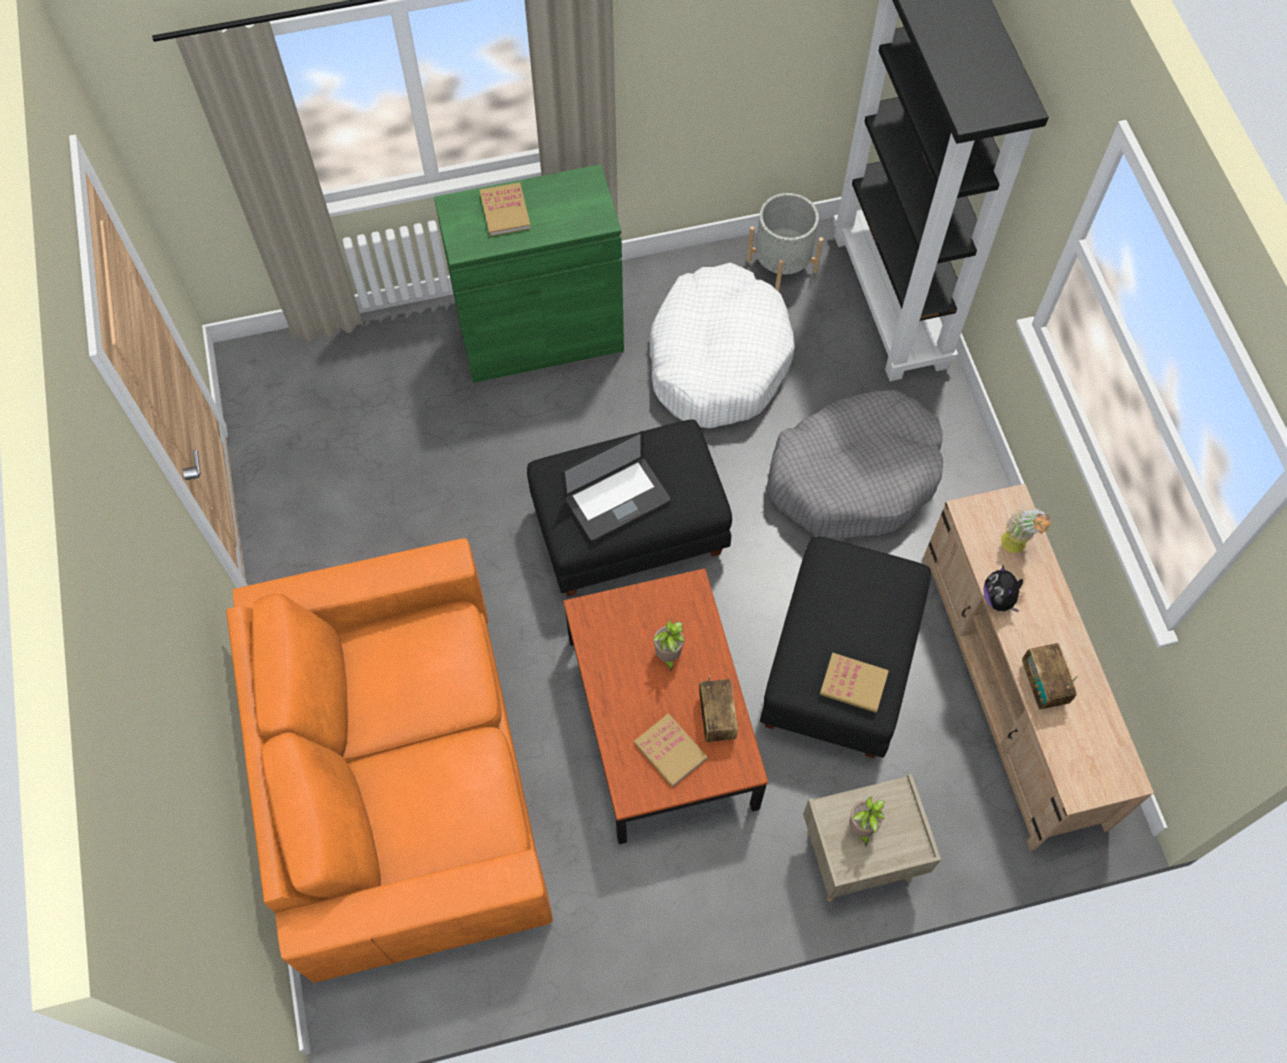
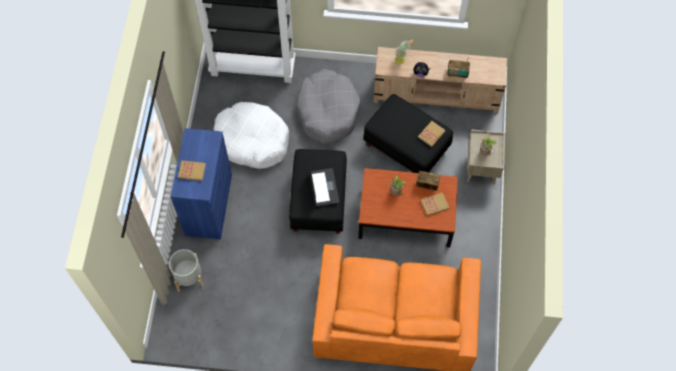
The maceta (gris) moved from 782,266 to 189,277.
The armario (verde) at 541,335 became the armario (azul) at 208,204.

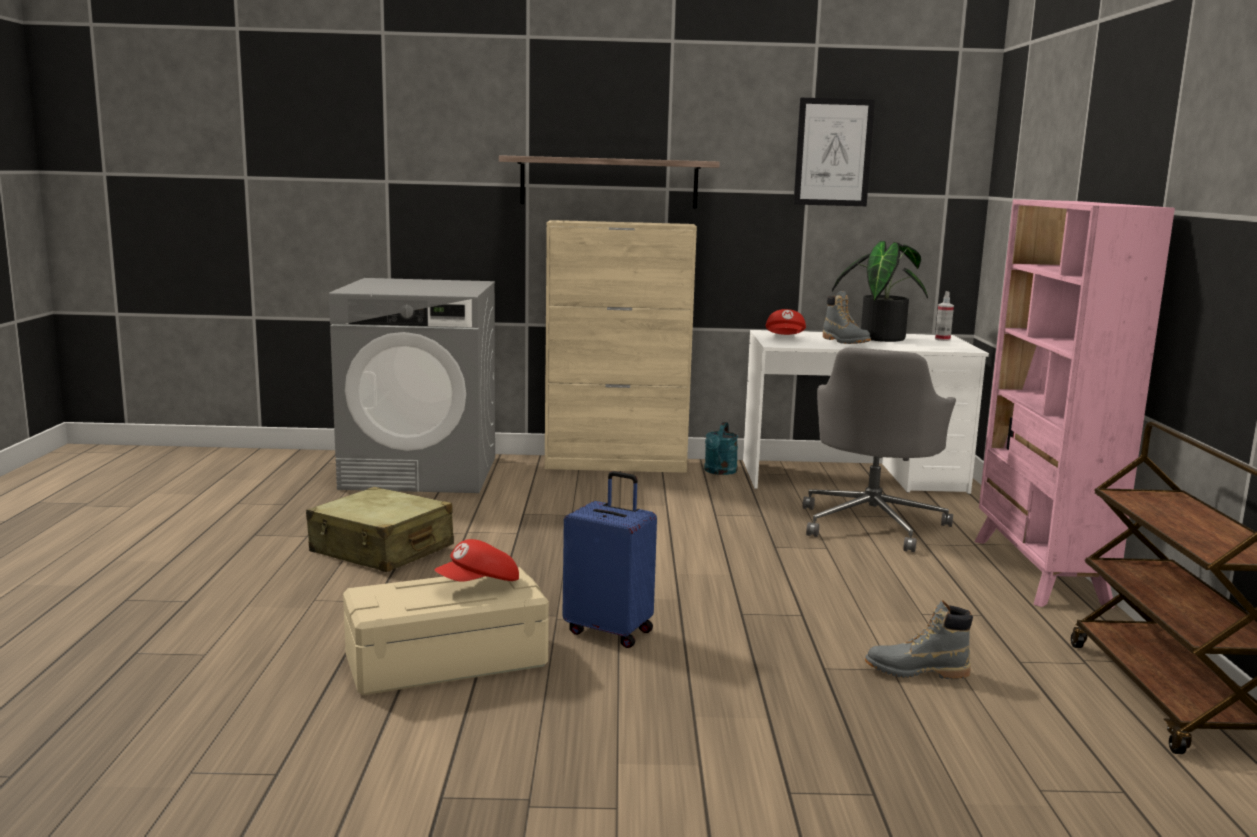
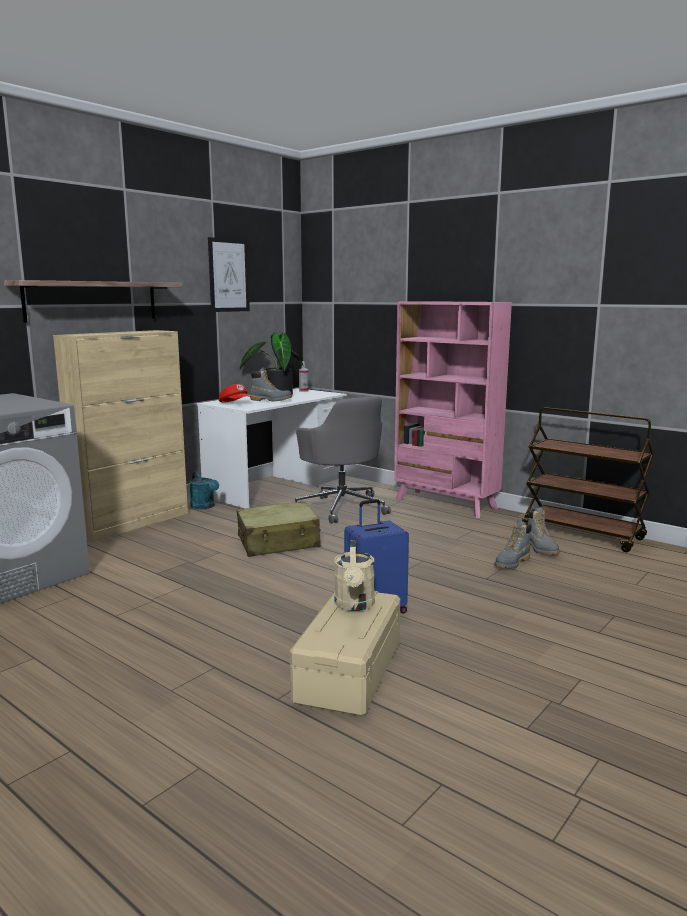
The maleta (beis) moved from 381,550 to 278,542.
The gorra (rojo) at 479,584 was replaced by the regadera (beis) at 354,605.
The bota (gris) at 541,549 appeared.

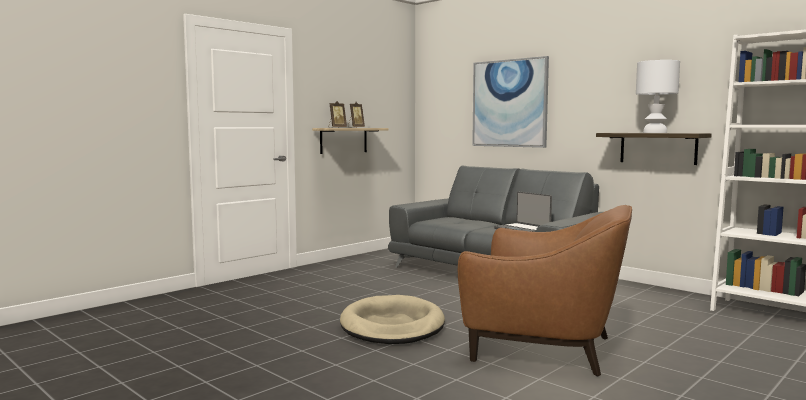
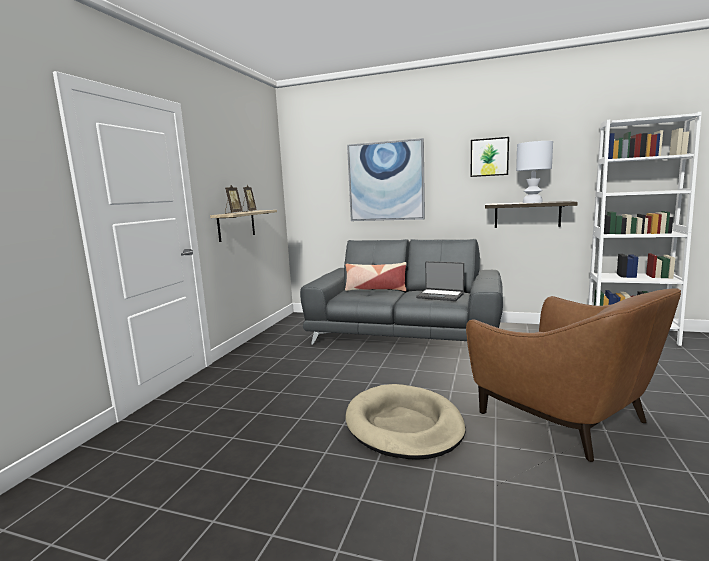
The cojín at 375,289 appeared.
The sillón (marrón) at 544,348 turned 60 degrees clockwise.
The cuadro at 489,157 appeared.

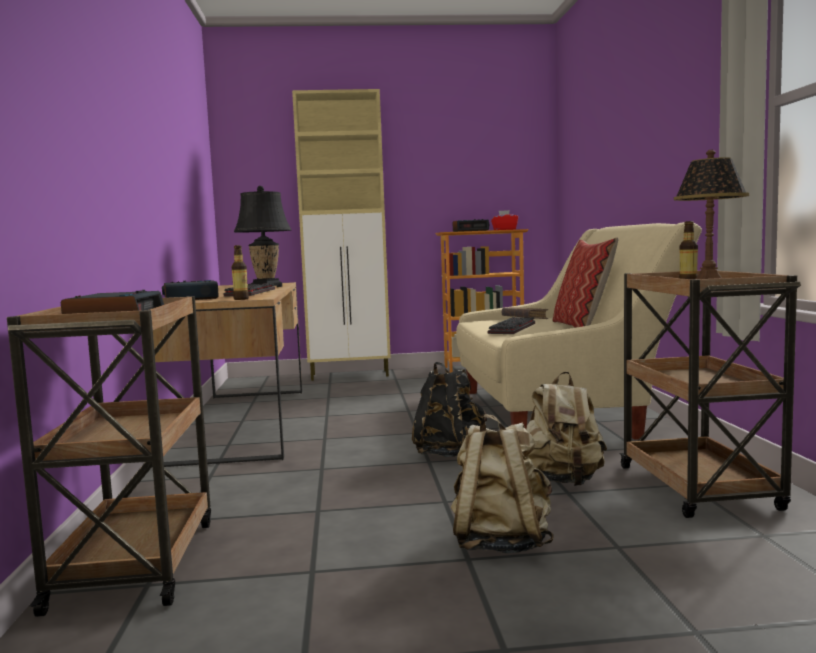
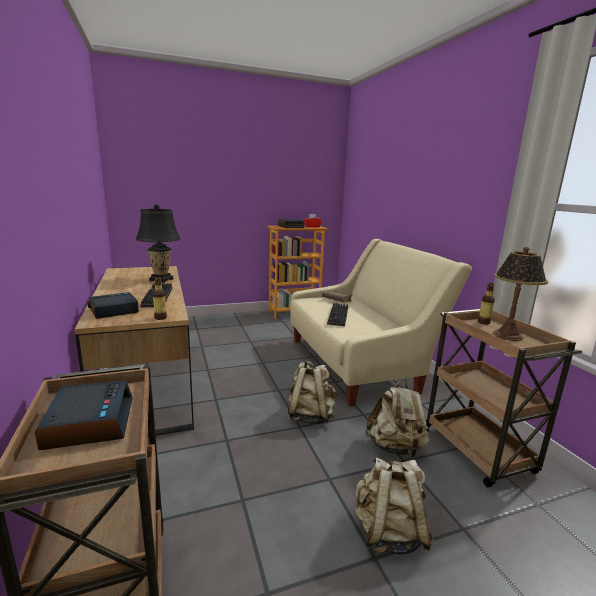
The mochila (negro) at 450,454 became the mochila (beis) at 310,416.
The armario (beis) at 351,375 disappeared.
The cojín at 582,326 disappeared.

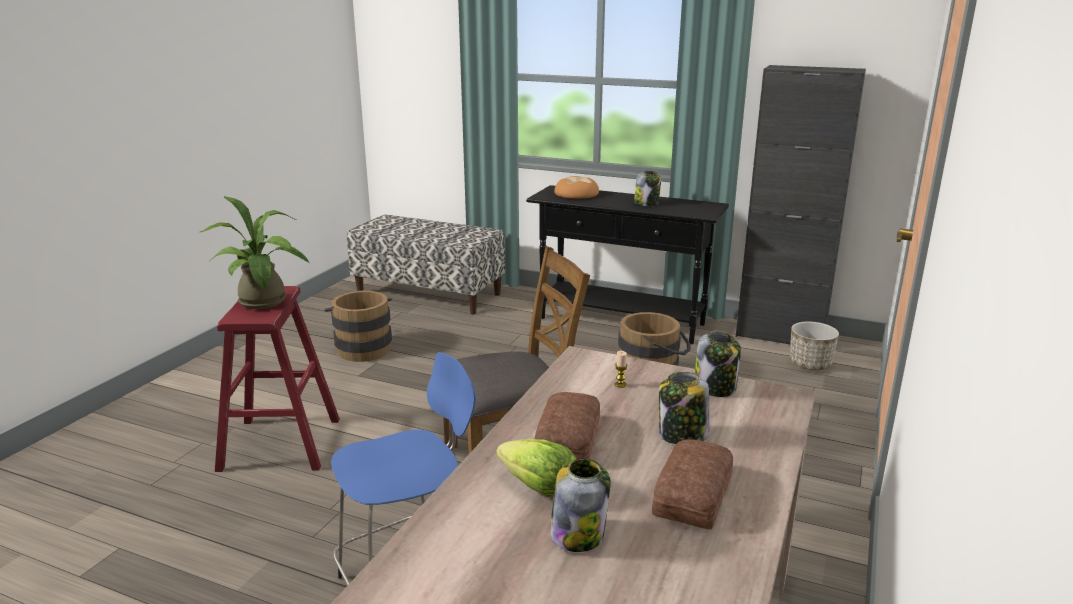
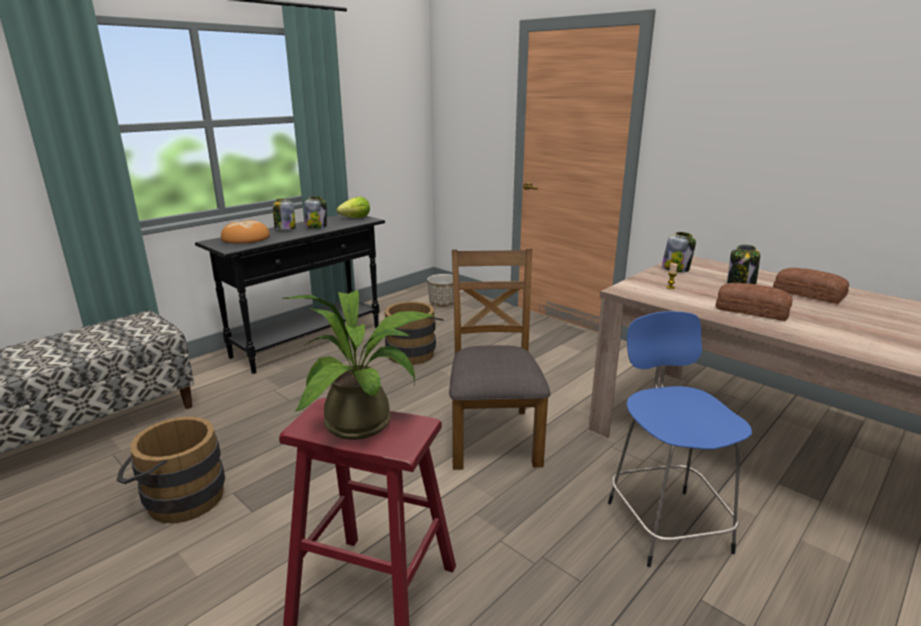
The tarro moved from 578,534 to 285,229.
The lechuga moved from 539,488 to 356,218.
The armario (negro) at 780,336 disappeared.

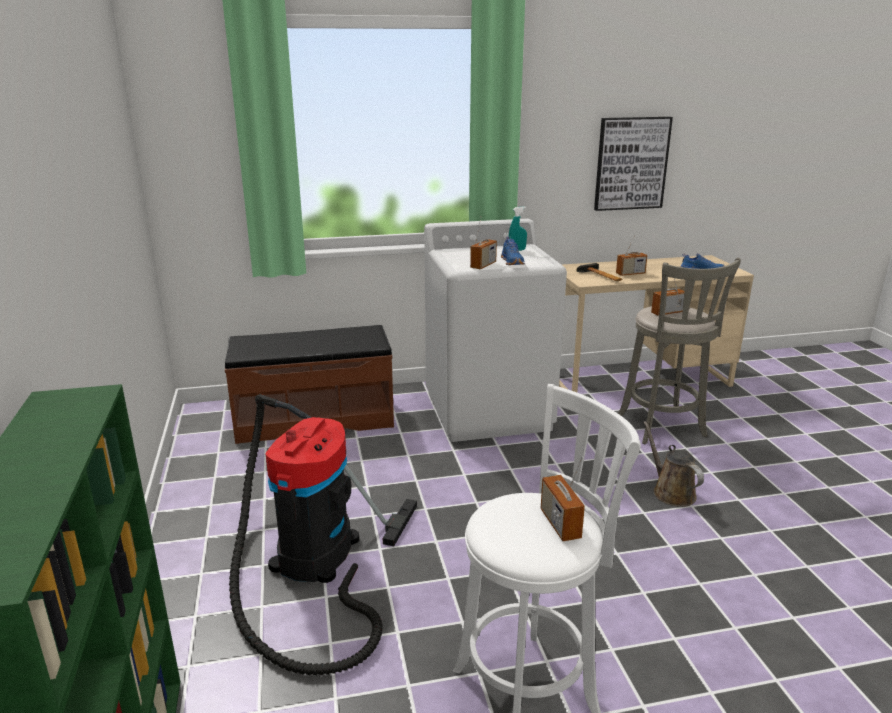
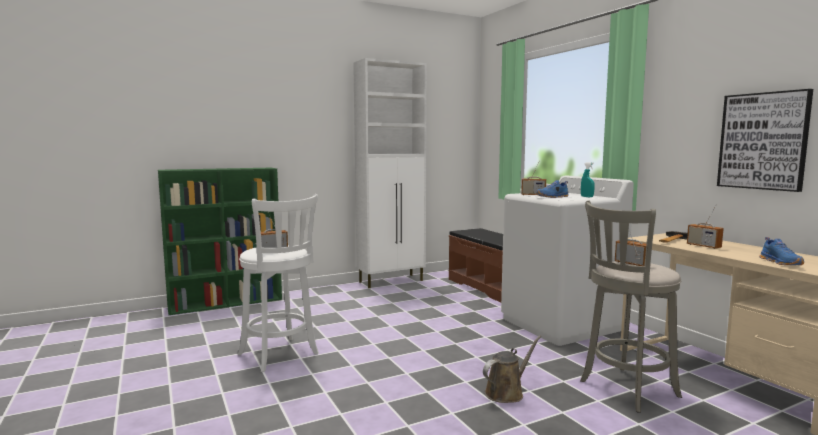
The armario (blanco) at 392,281 appeared.
The aspiradora at 313,561 disappeared.

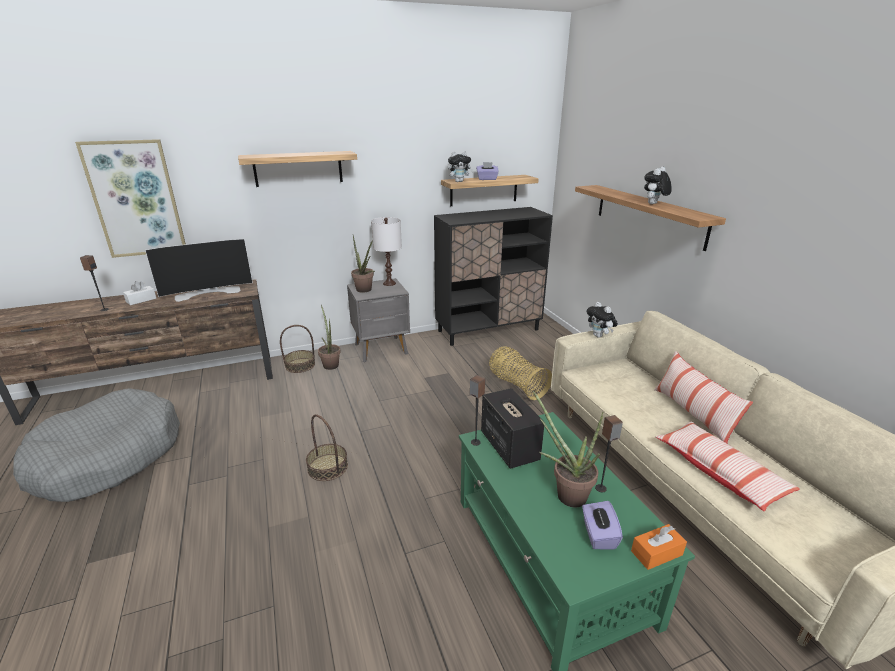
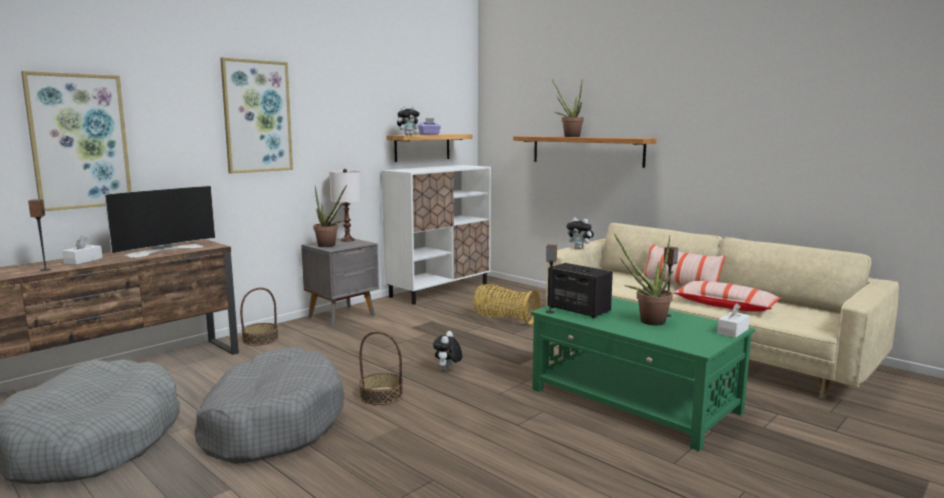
The cama para perro (gris) at 272,422 appeared.
The estante at 298,168 was replaced by the cuadro at 257,116.
The armario (negro) at 488,330 became the armario (blanco) at 440,290.
The peluche moved from 653,204 to 447,370.
The planta en maceta moved from 330,364 to 569,136.
The caja de pañuelos (naranja) at 656,553 became the caja de pañuelos (blanco) at 732,331.
The caja de pañuelos (morado) at 598,535 disappeared.

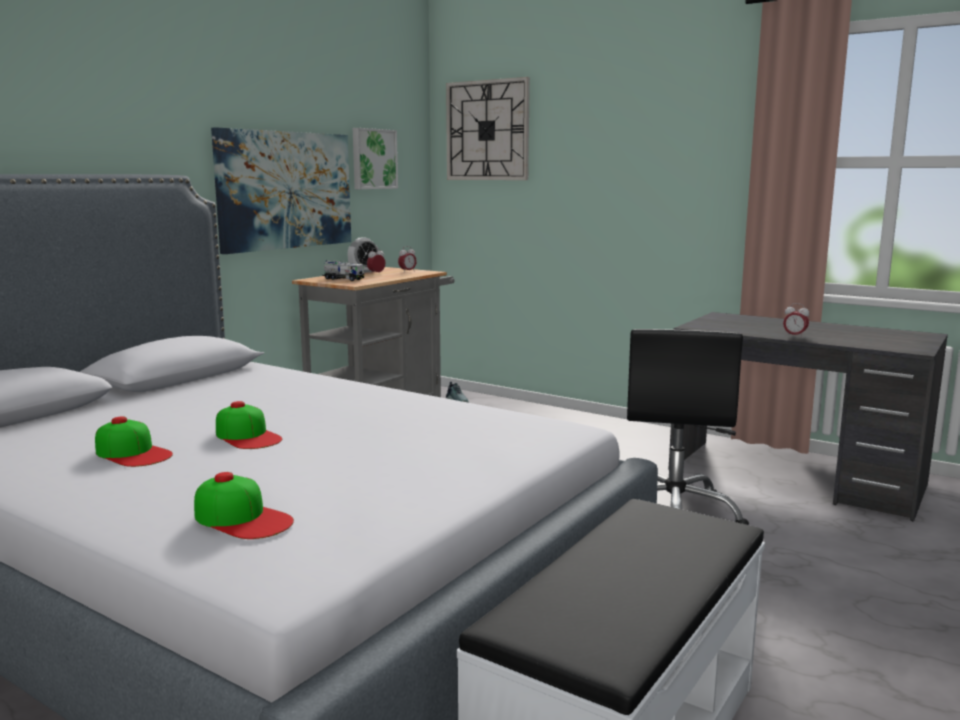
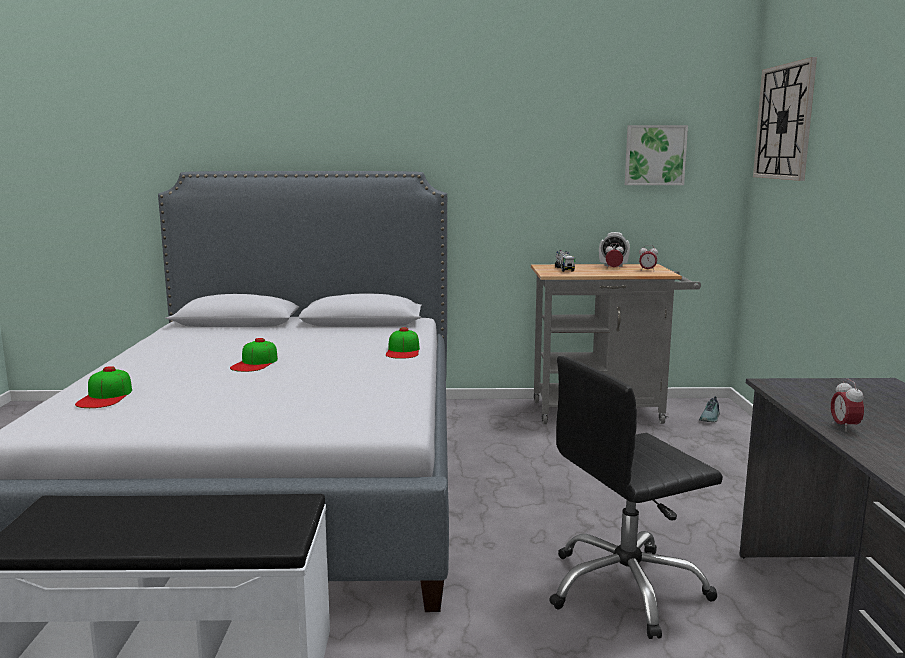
The gorra moved from 133,453 to 403,351.
The cuadro at 285,190 disappeared.

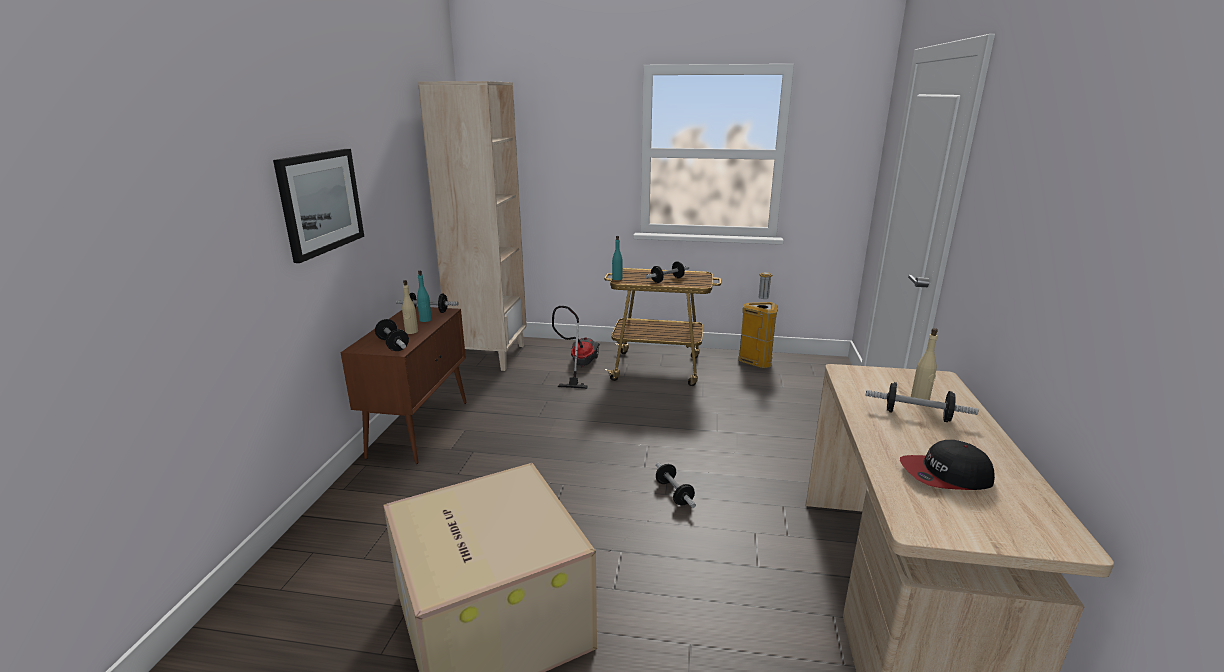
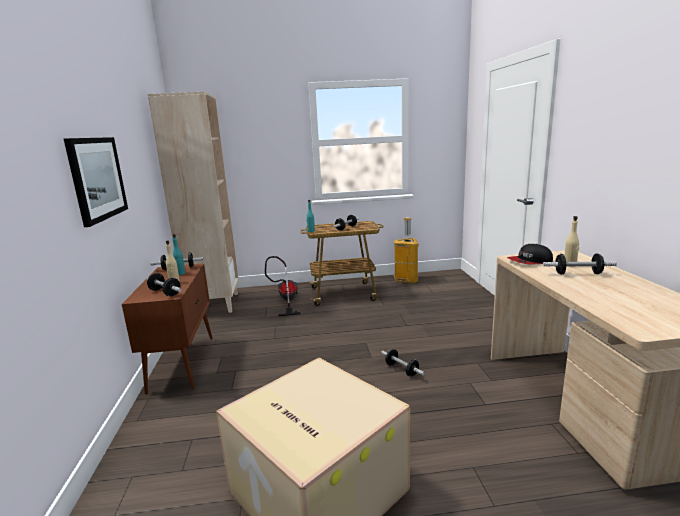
The gorra moved from 945,475 to 530,261.

